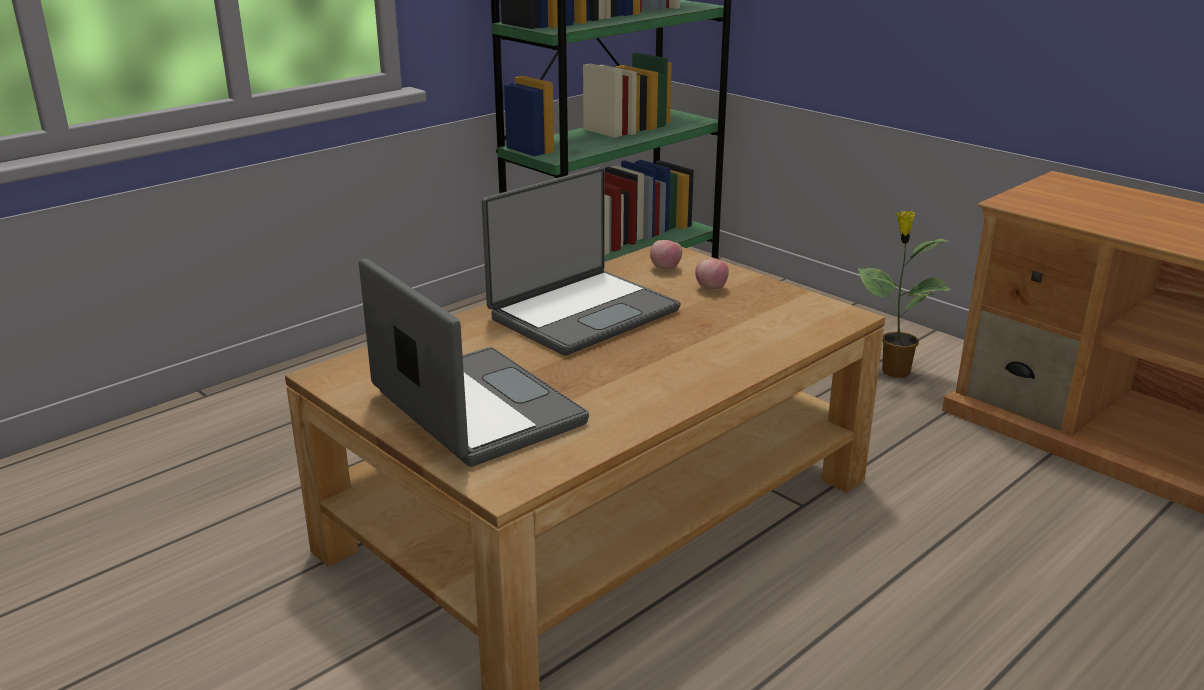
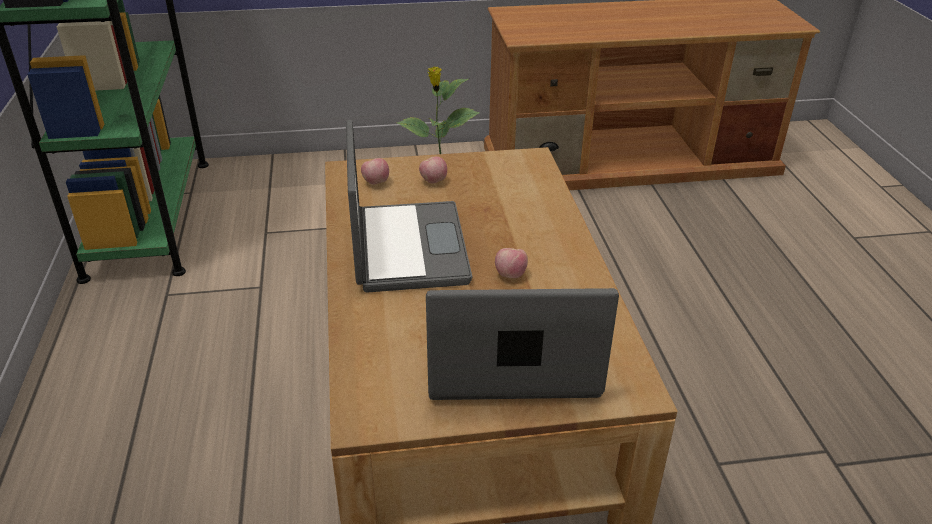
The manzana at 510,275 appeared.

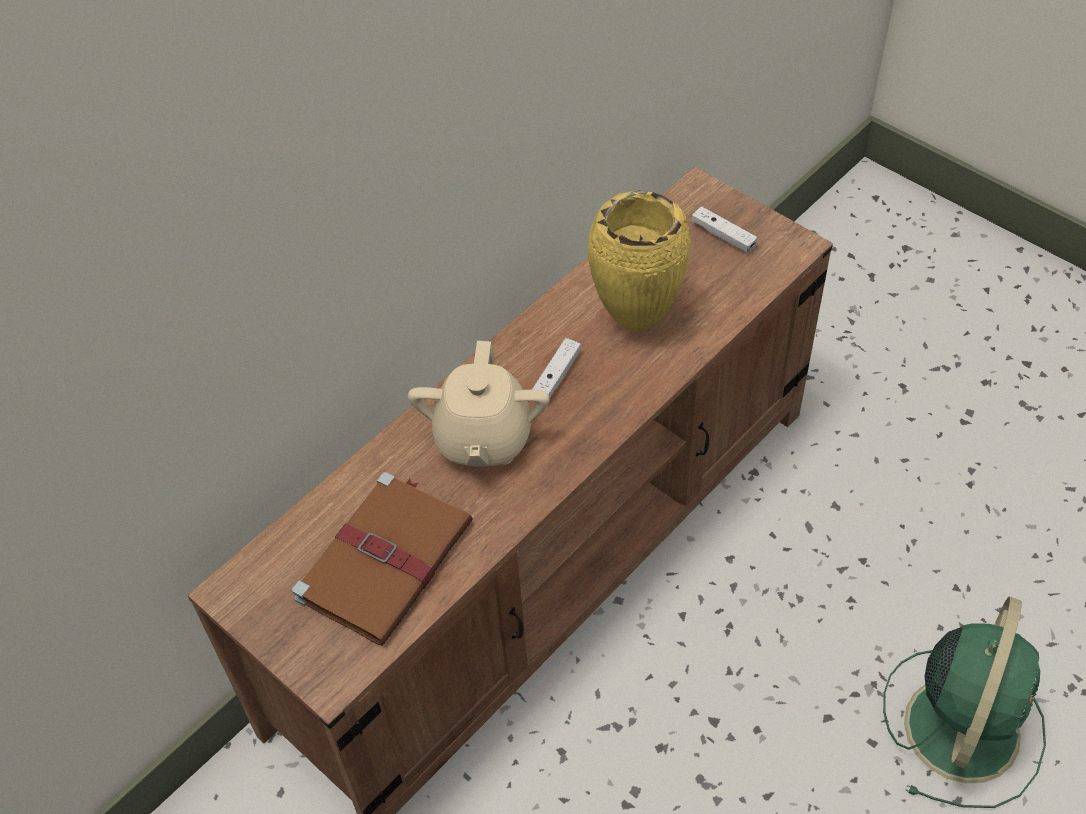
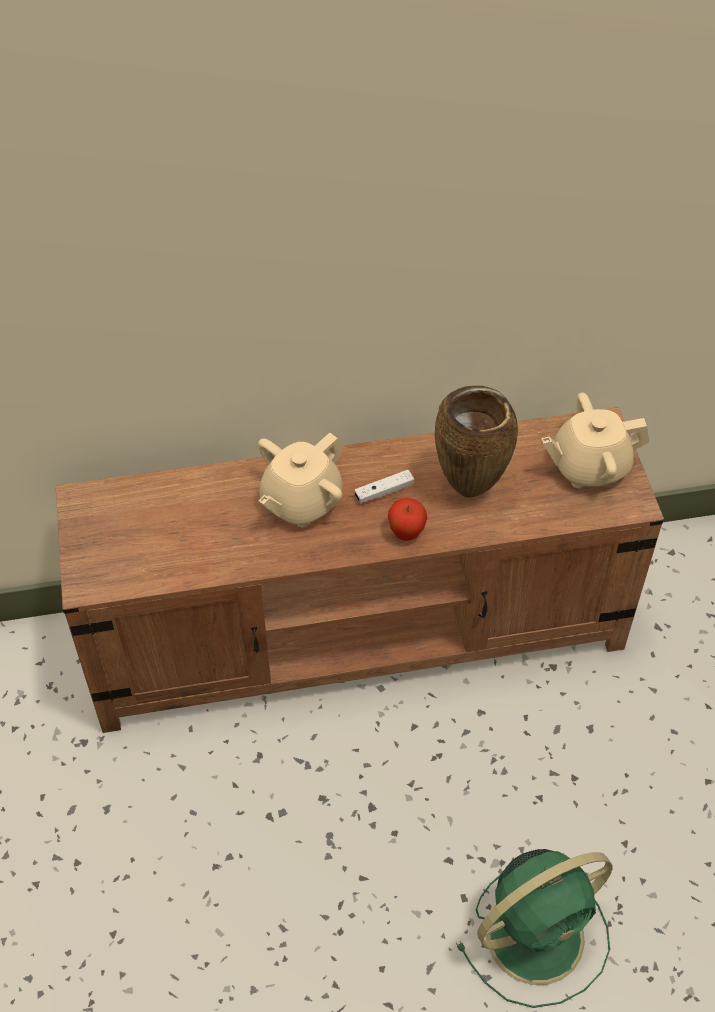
The manzana at 406,533 appeared.
The florero (amarillo) at 636,321 became the florero (marrón) at 471,488.
The mando de consola (blanco) at 723,236 was replaced by the tetera (beis) at 588,467.
The libro (marrón) at 386,558 disappeared.

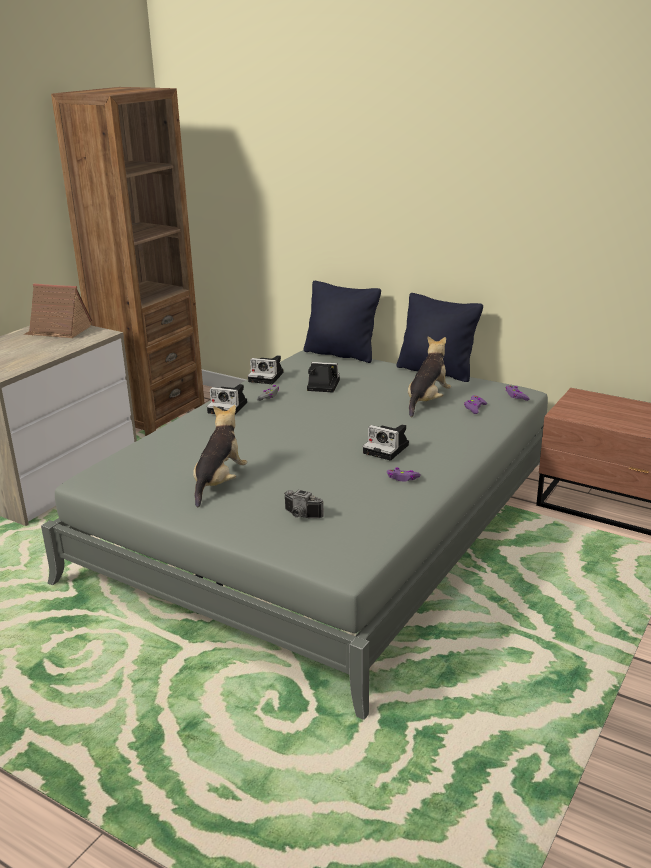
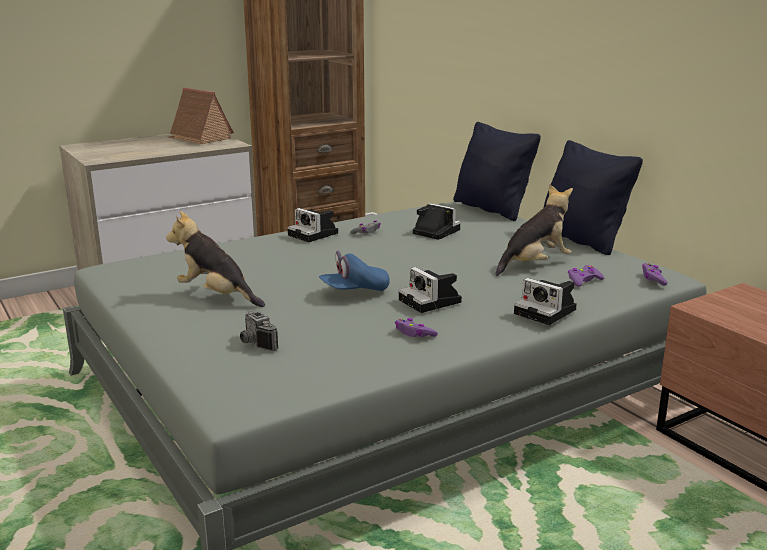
The peluche at 219,483 turned 105 degrees counterclockwise.
The gorra (azul) at 354,291 appeared.
The cámara moved from 267,377 to 547,312.

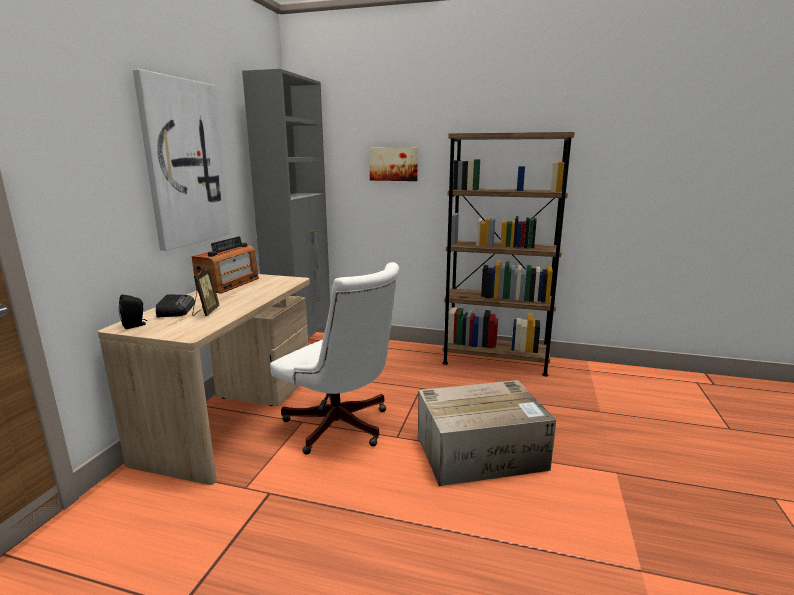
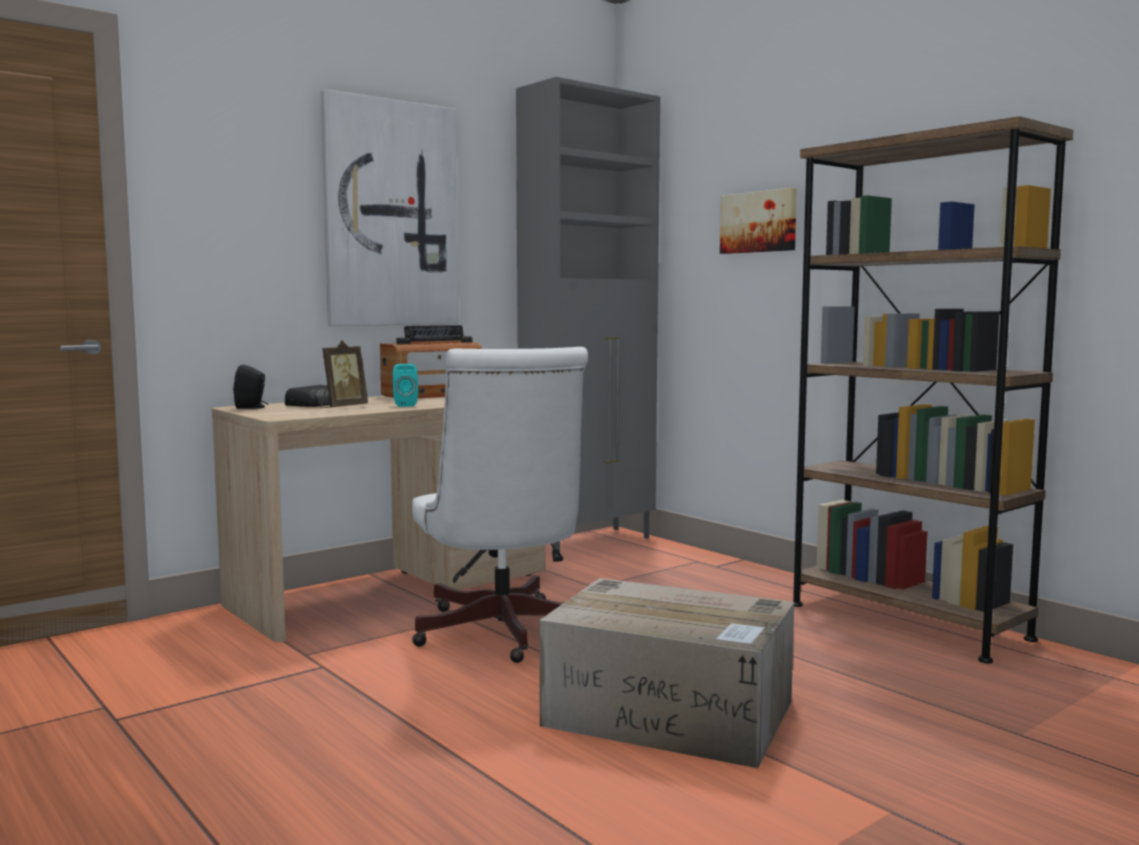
The altavoz (turquesa) at 404,405 appeared.

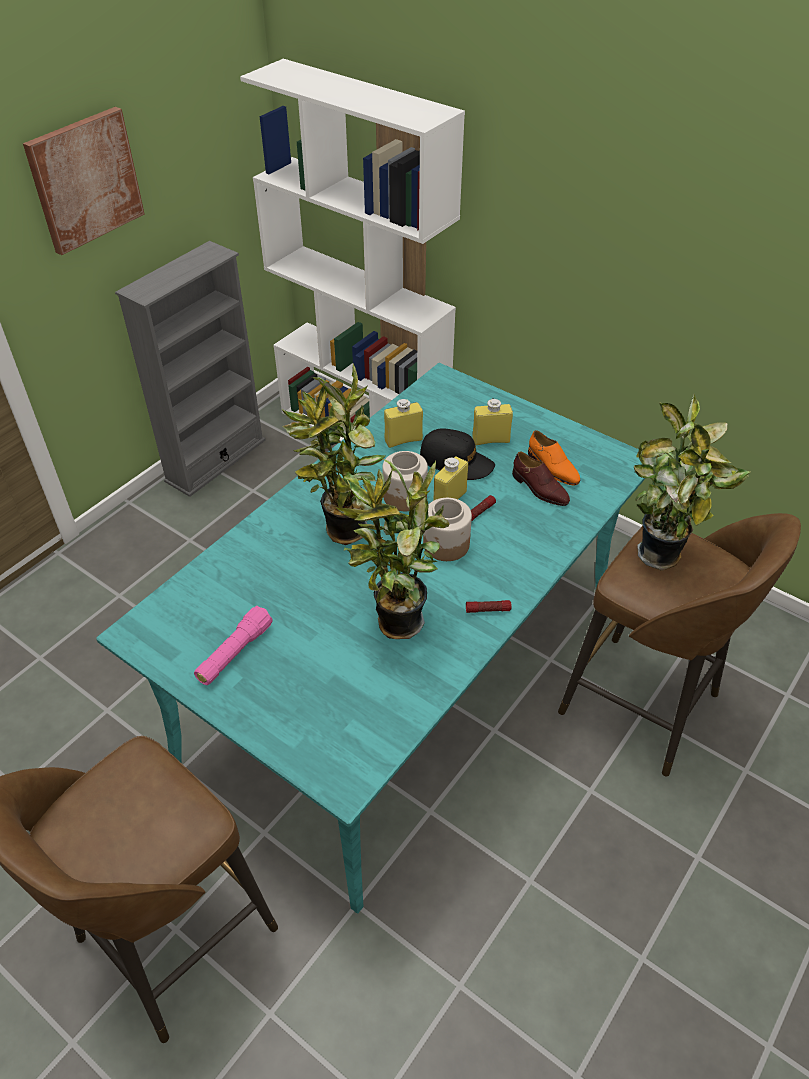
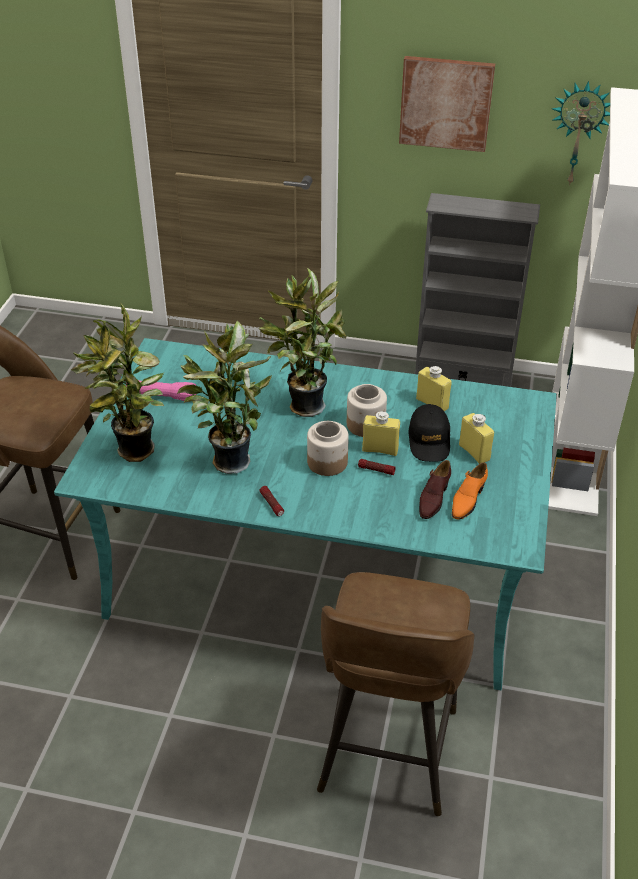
The planta en maceta moved from 662,558 to 133,453.
The reloj de pared at 578,133 appeared.

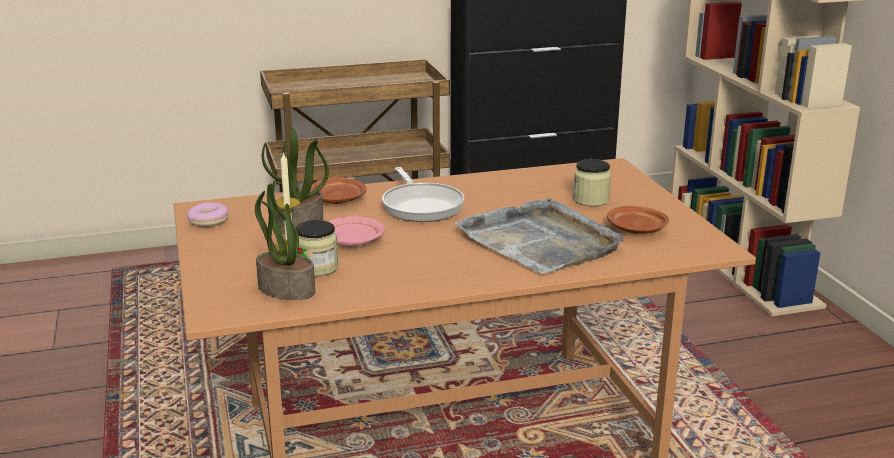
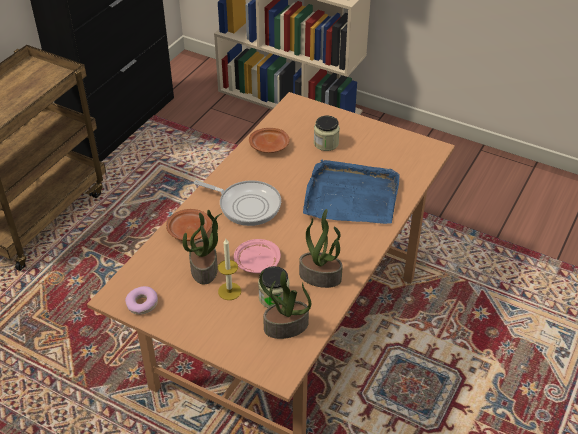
The plato (marrón) moved from 637,230 to 270,146.
The planta en maceta at 321,276 appeared.
The bandeja (gris) at 540,241 became the bandeja (azul) at 351,196.

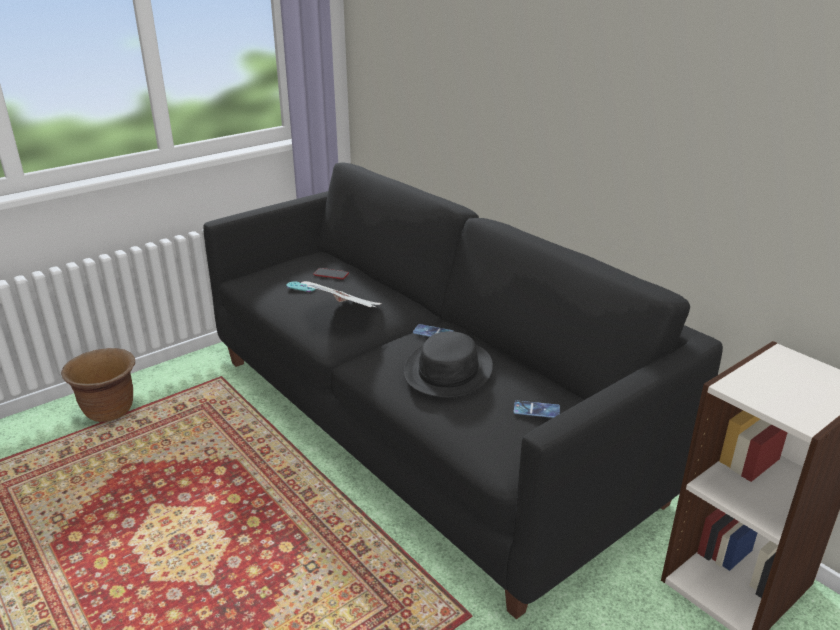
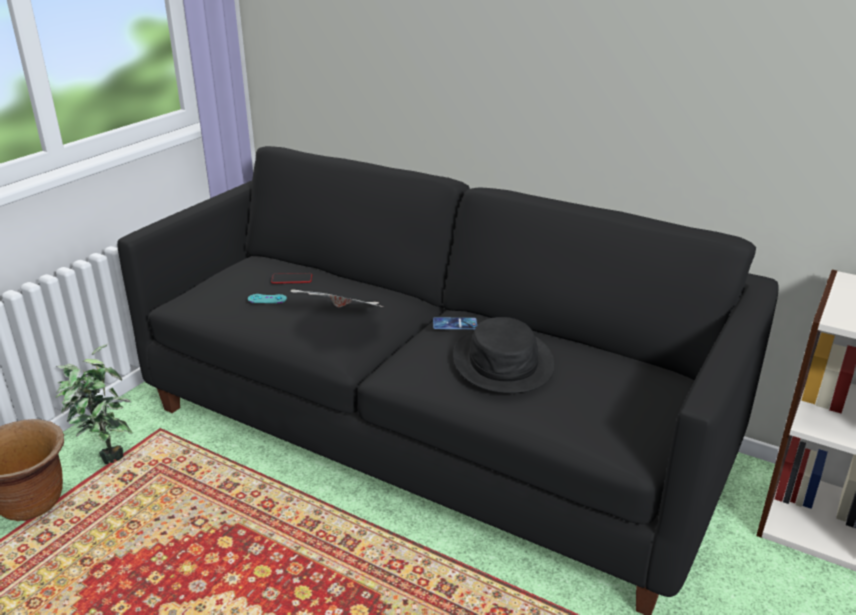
The planta en maceta at 106,454 appeared.
The móvil at 536,410 disappeared.

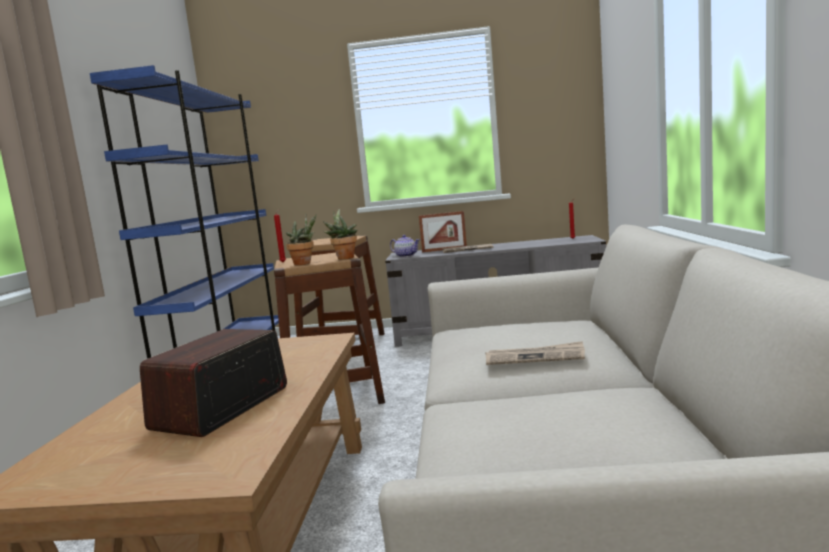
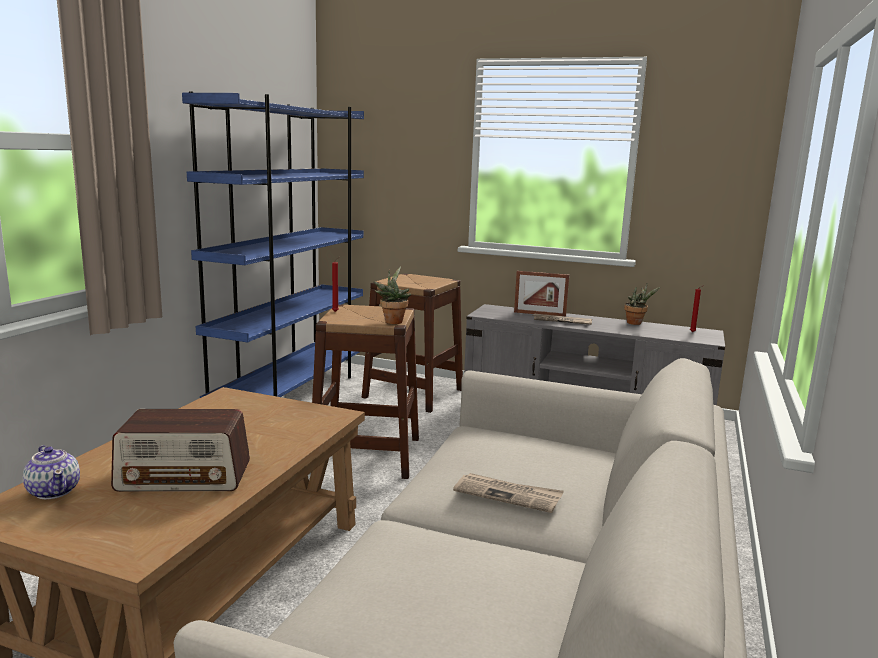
The tetera moved from 406,256 to 54,491.
The radio at 221,408 turned 135 degrees counterclockwise.
The planta en maceta moved from 305,263 to 636,323.

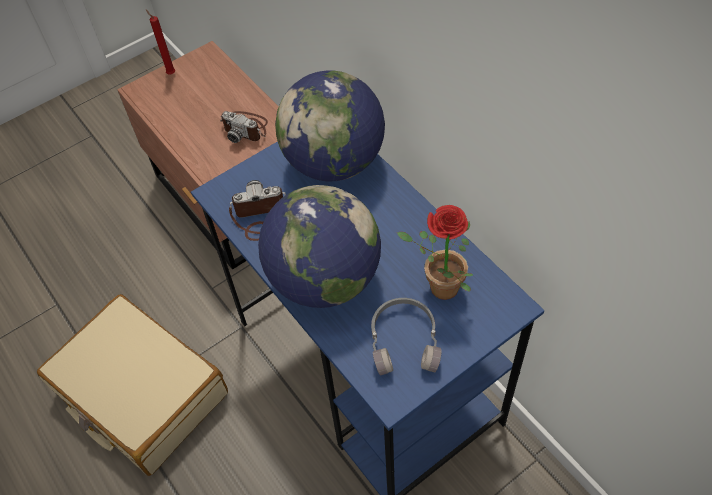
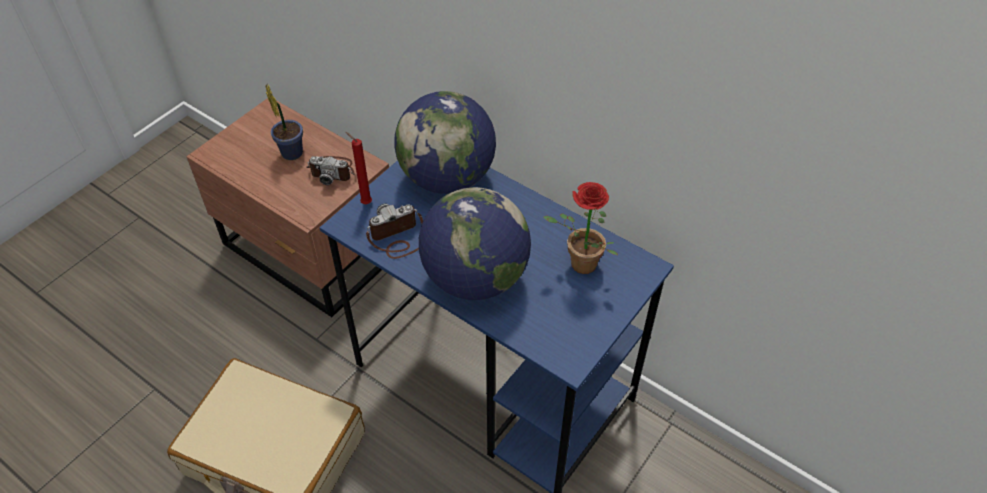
The planta en maceta at 291,151 appeared.
The vela (rojo) moved from 170,73 to 364,202.
The auriculares (gris) at 405,341 disappeared.

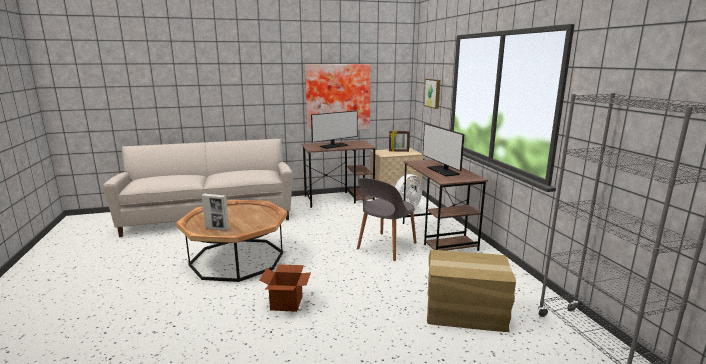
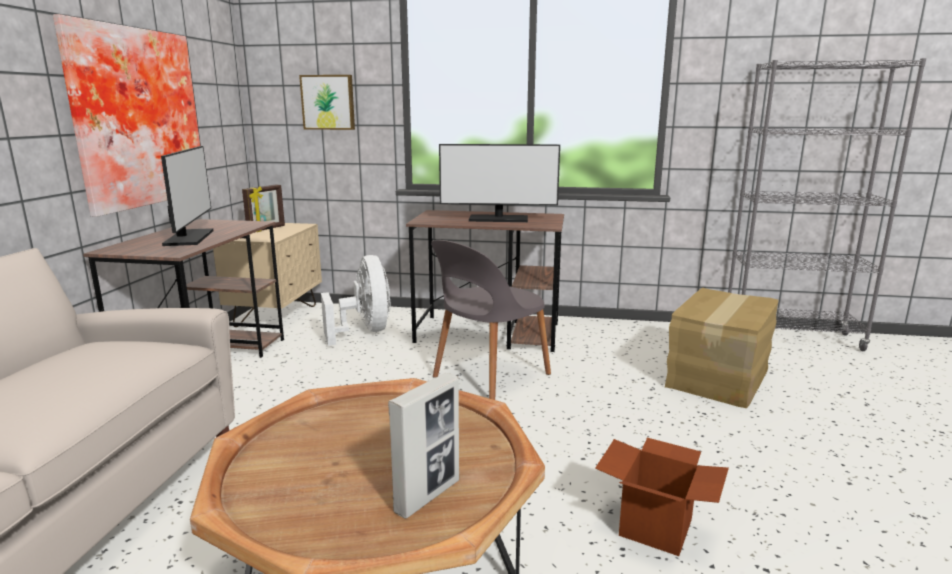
The silla (gris) at 386,246 turned 75 degrees clockwise.

